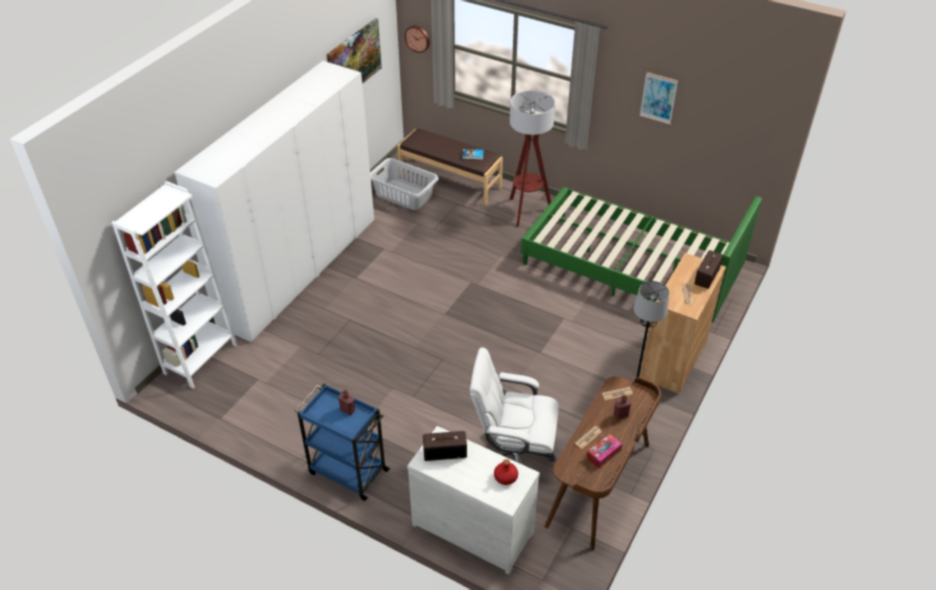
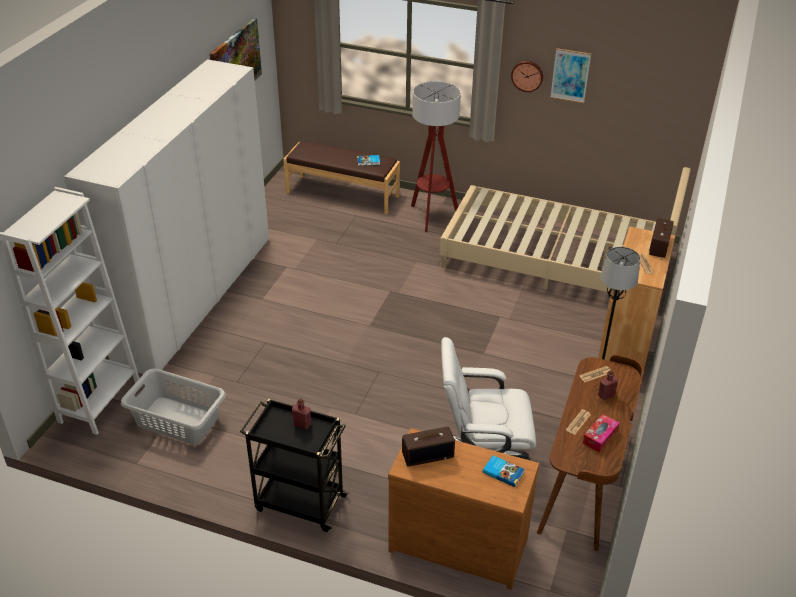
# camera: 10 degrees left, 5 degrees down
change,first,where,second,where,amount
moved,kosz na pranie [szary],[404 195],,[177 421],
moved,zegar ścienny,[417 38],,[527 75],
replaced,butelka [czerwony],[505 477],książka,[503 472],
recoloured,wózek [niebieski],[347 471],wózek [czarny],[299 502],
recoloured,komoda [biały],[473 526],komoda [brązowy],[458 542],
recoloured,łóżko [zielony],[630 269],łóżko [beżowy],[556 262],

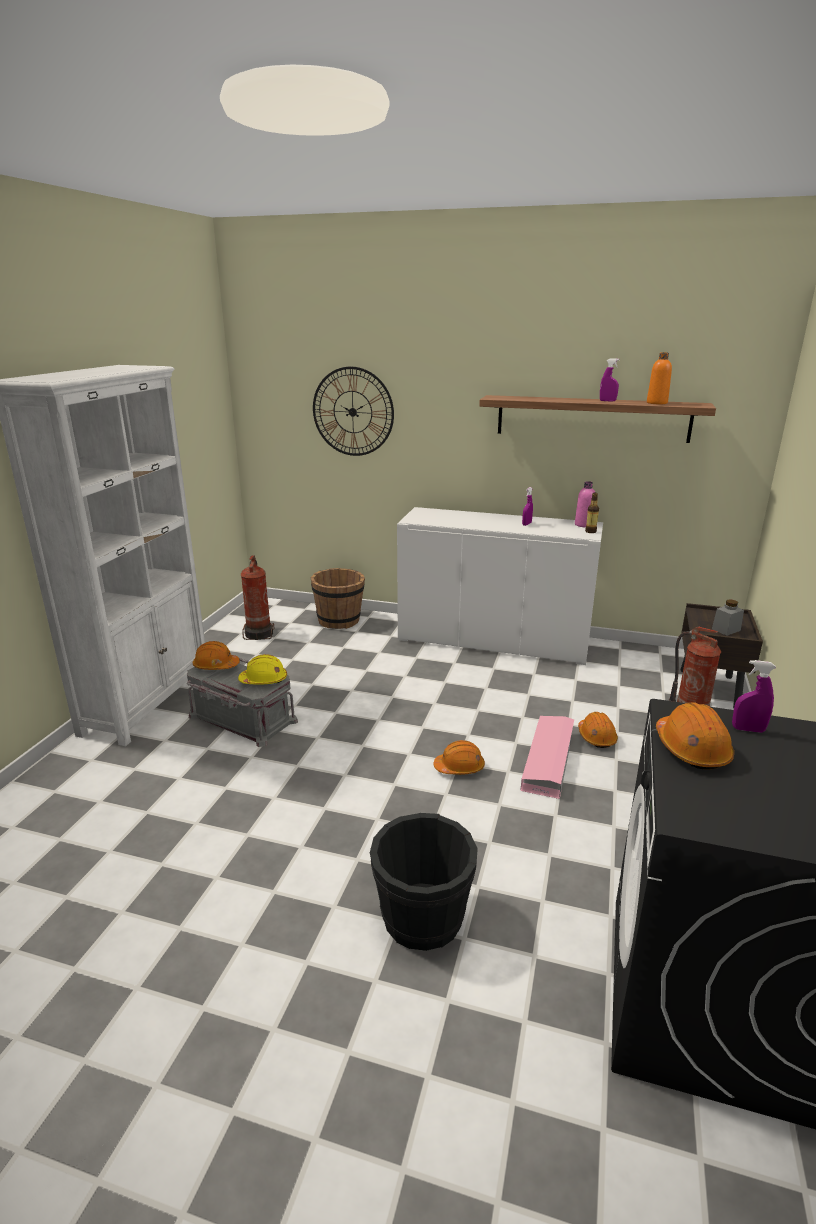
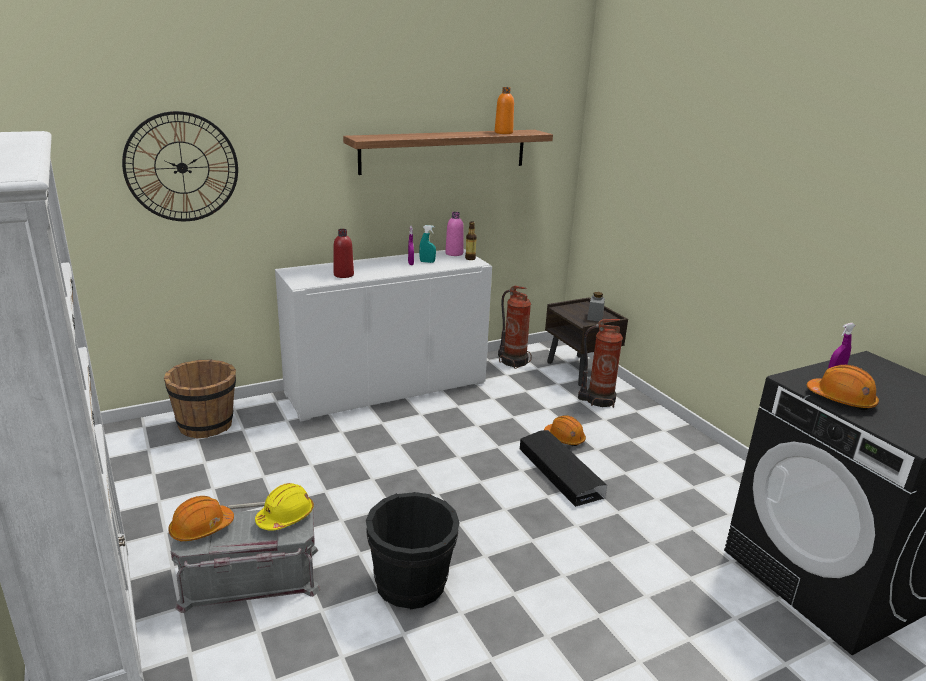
# camera: 45 degrees left, 0 degrees up
change,first,where,second,where,amount
removed,kask [pomarańczowy],[459 767],,,
removed,spryskiwacz [fioletowy],[607 401],,,
added,,,butelka [czerwony],[343 275],
added,,,spryskiwacz [turkusowy],[427 262],
moved,gaśnica,[260 634],,[513 361],
moved,wiadro [czarny],[422 919],,[411 584],
recoloured,pojemnik do przechowywania [różowy],[548 760],pojemnik do przechowywania [czarny],[560 472],

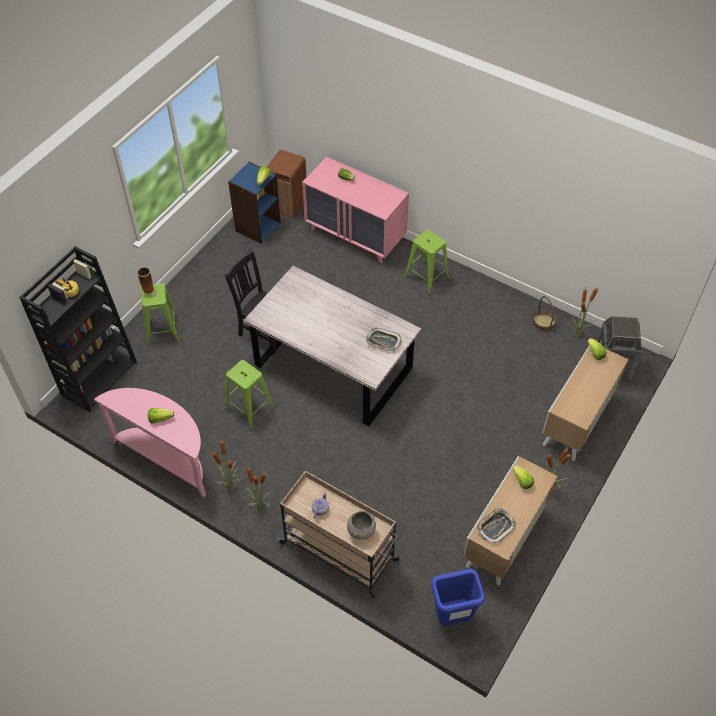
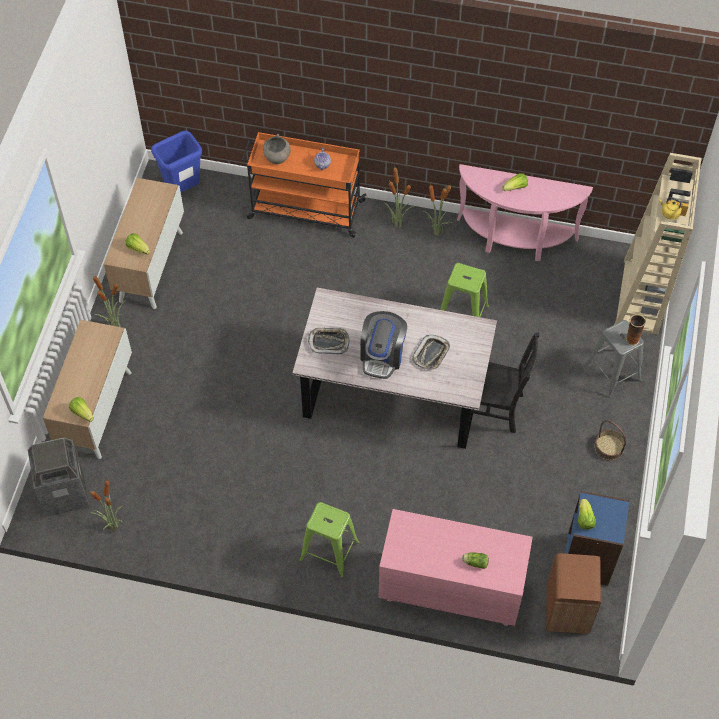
# camera: 160 degrees right, 5 degrees up
change,first,where,second,where,amount
added,,,ekspres do kawy,[382 355],
moved,taca,[495 527],,[431 354],
moved,koszyk,[543 323],,[609 447],
recoloured,regał [czarny],[99 377],regał [beżowy],[641 297],
recoloured,stołek [zielony],[162 329],stołek [szary],[612 373],
recoloured,wózek [beżowy],[340 552],wózek [pomarańczowy],[304 209],

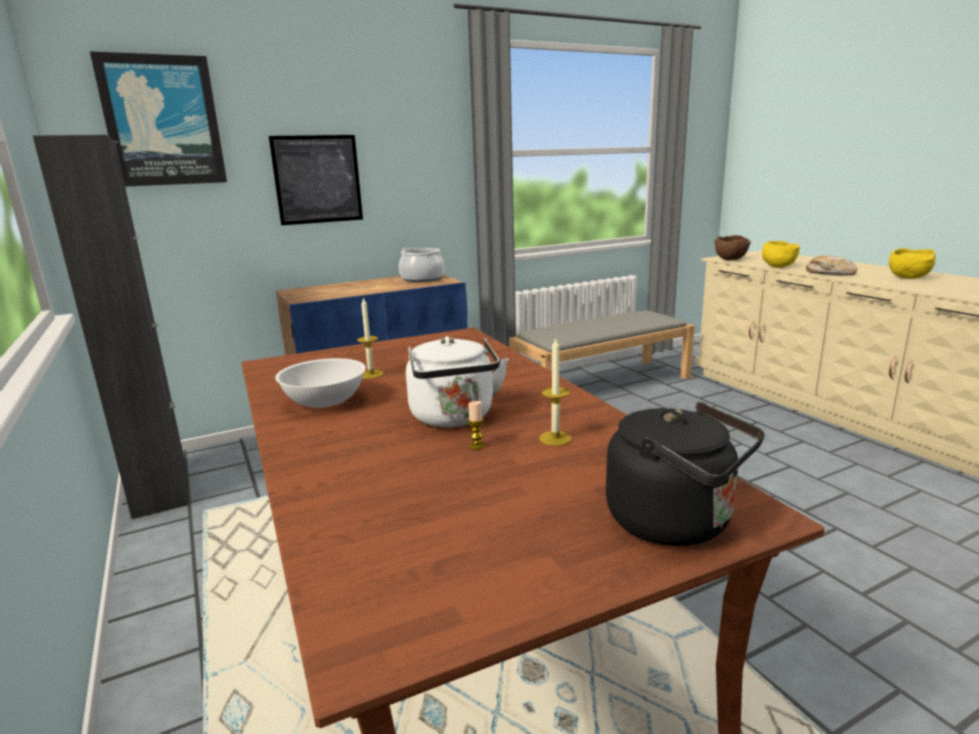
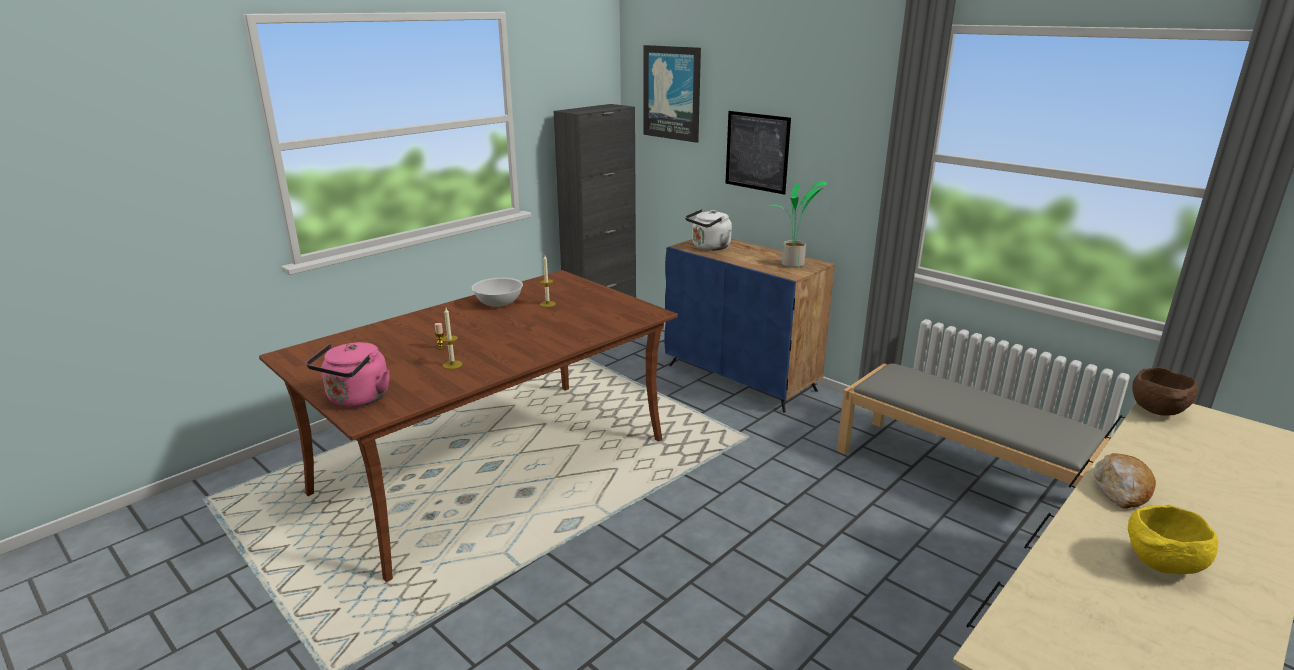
# camera: 70 degrees right, 5 degrees up
change,first,where,second,where,amount
removed,miska [żółty],[777 267],,,
moved,czajnik [biały],[454 418],,[709 247],
replaced,garnek,[422 279],roślina doniczkowa,[793 265],
recoloured,czajnik [czarny],[676 523],czajnik [różowy],[356 399],

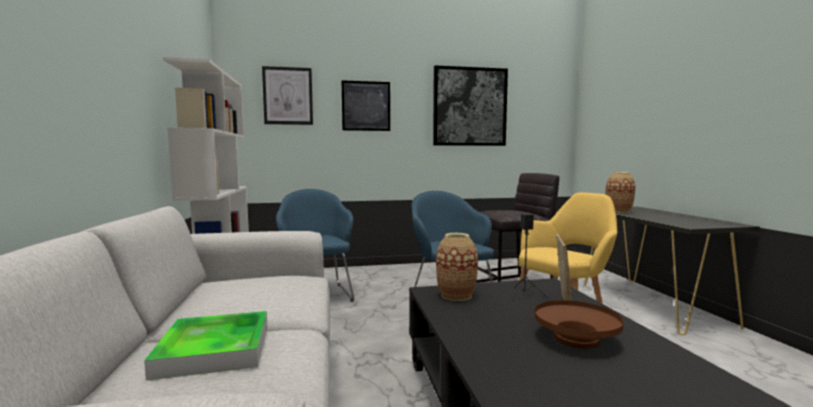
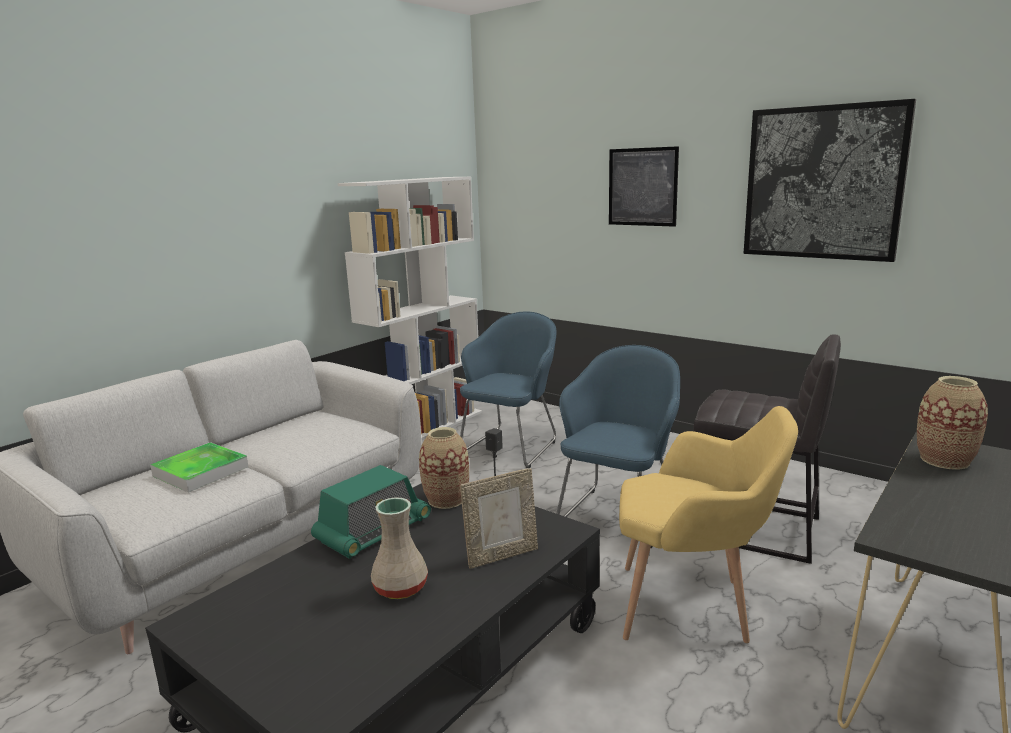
# camera: 50 degrees right, 10 degrees up
change,first,where,second,where,amount
removed,obraz,[288 96],,,
added,,,radio,[373 531],
replaced,miska [brązowy],[575 339],wazon [beżowy],[401 587],

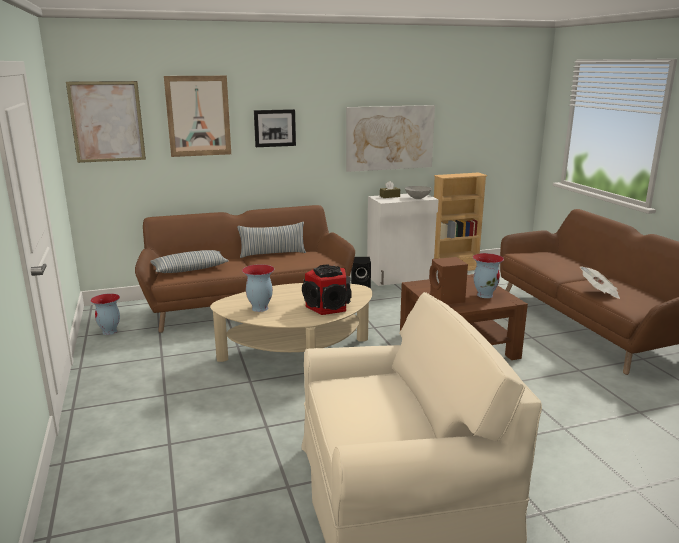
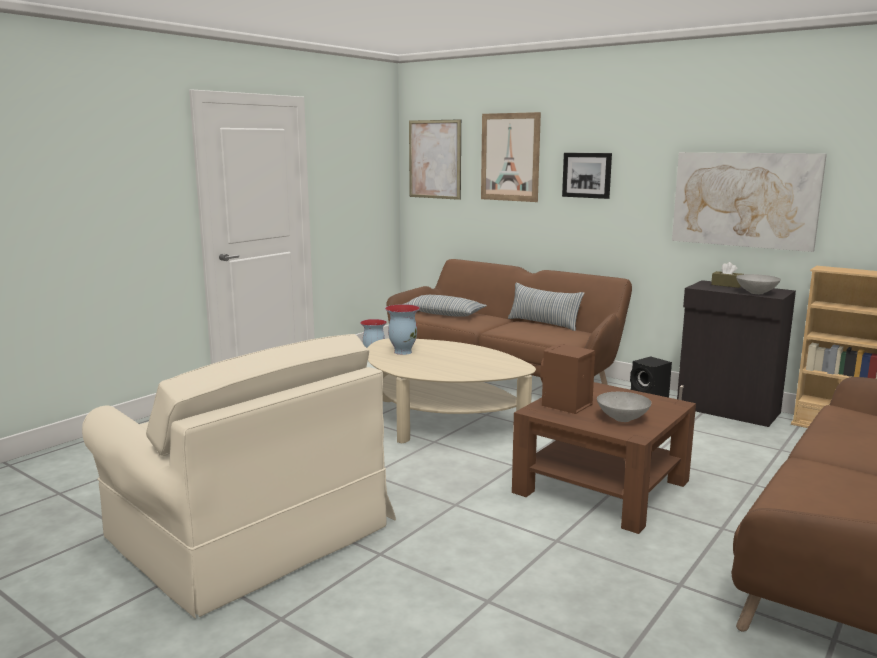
# camera: 55 degrees right, 5 degrees down
change,first,where,second,where,amount
removed,głośnik,[328 306],,,
removed,gazeta,[599 292],,,
replaced,wazon,[485 295],miska [szary],[623 419],
recoloured,szafka [biały],[400 277],szafka [czarny],[728 410],

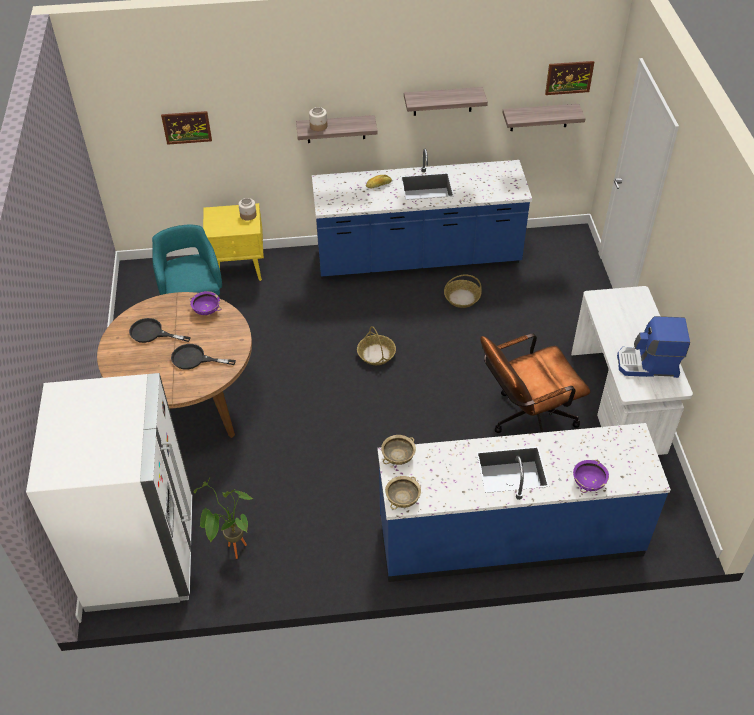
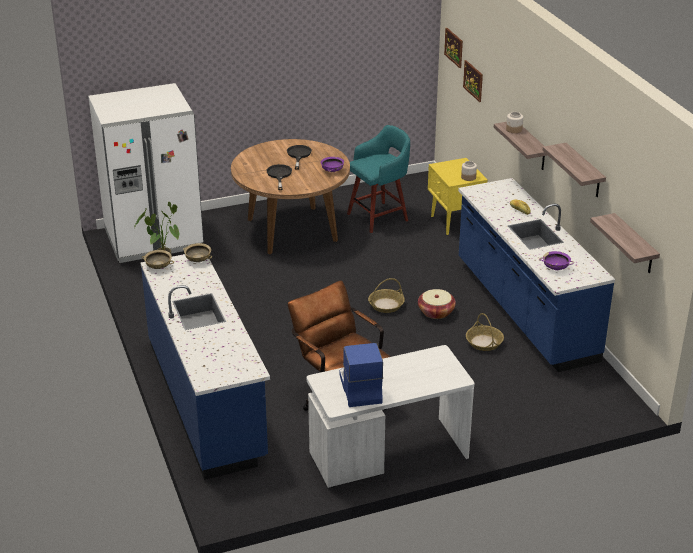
# camera: 75 degrees right, 15 degrees down
change,first,where,second,where,amount
added,,,koszyk,[436 312],
moved,obraz,[569 77],,[454 47],
moved,miska [fioletowy],[588 482],,[555 267],

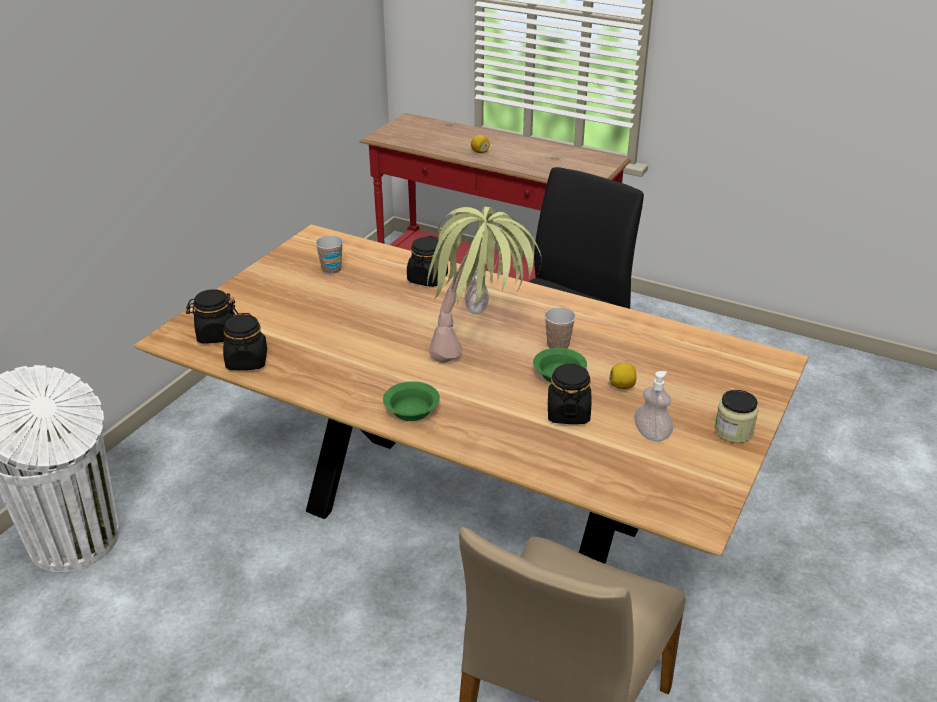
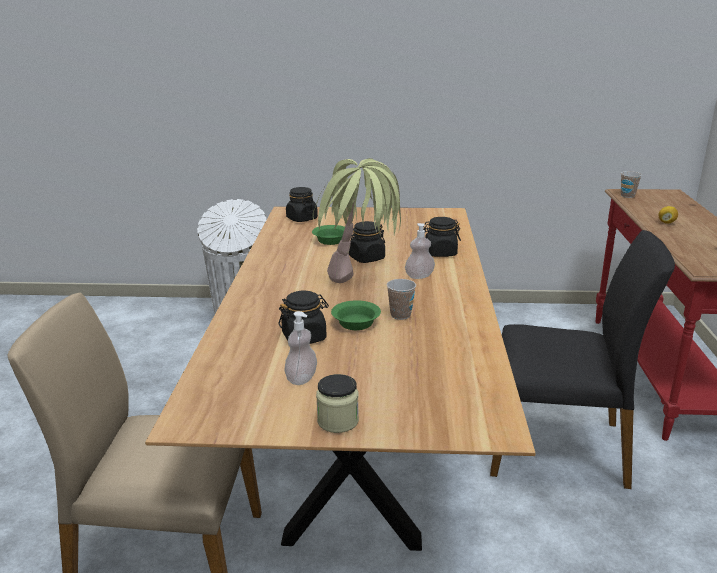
# camera: 65 degrees right, 10 degrees down
change,first,where,second,where,amount
removed,cytryna,[622 386],,,
moved,słoik [czarny],[247 361],,[366 258],
moved,filiżanka,[331 270],,[627 196],
moved,miska [zielony],[413 411],,[331 241],

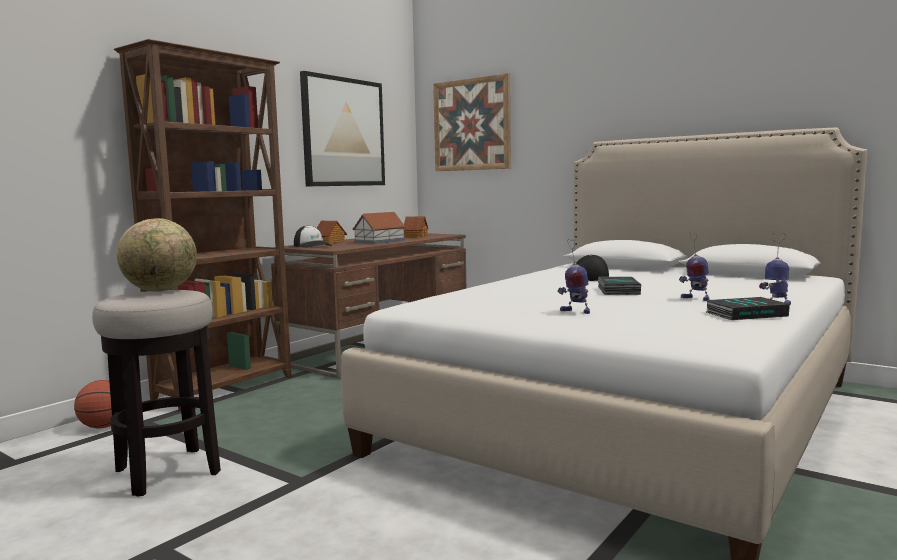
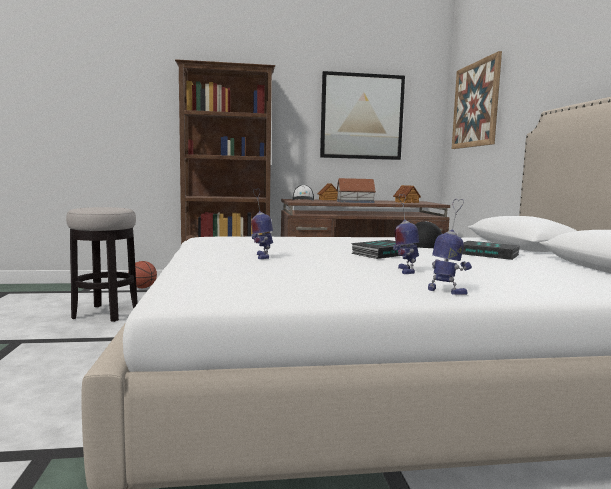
# camera: 45 degrees right, 0 degrees up
change,first,where,second,where,amount
removed,globus,[161 291],,,
moved,książka,[746 314],,[489 254],

